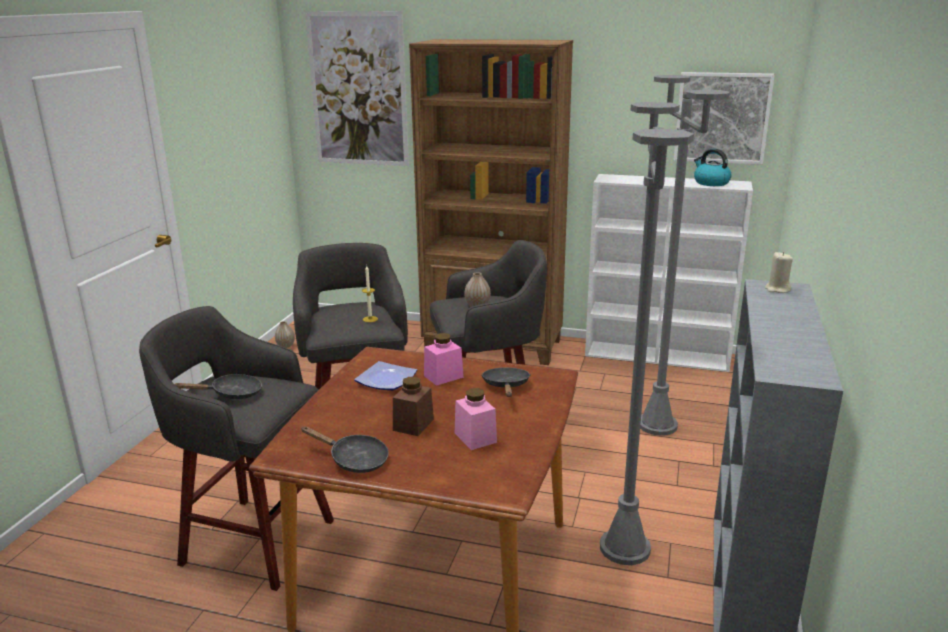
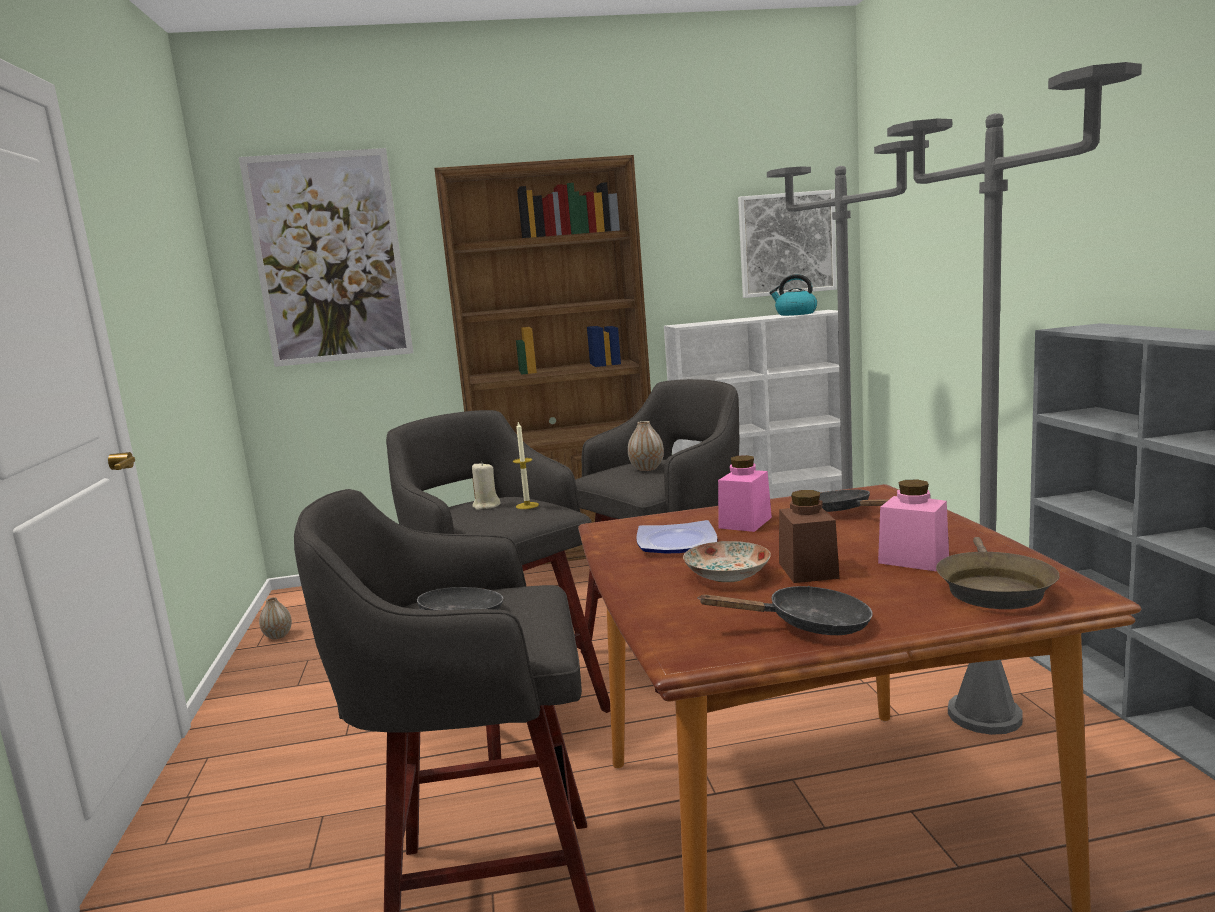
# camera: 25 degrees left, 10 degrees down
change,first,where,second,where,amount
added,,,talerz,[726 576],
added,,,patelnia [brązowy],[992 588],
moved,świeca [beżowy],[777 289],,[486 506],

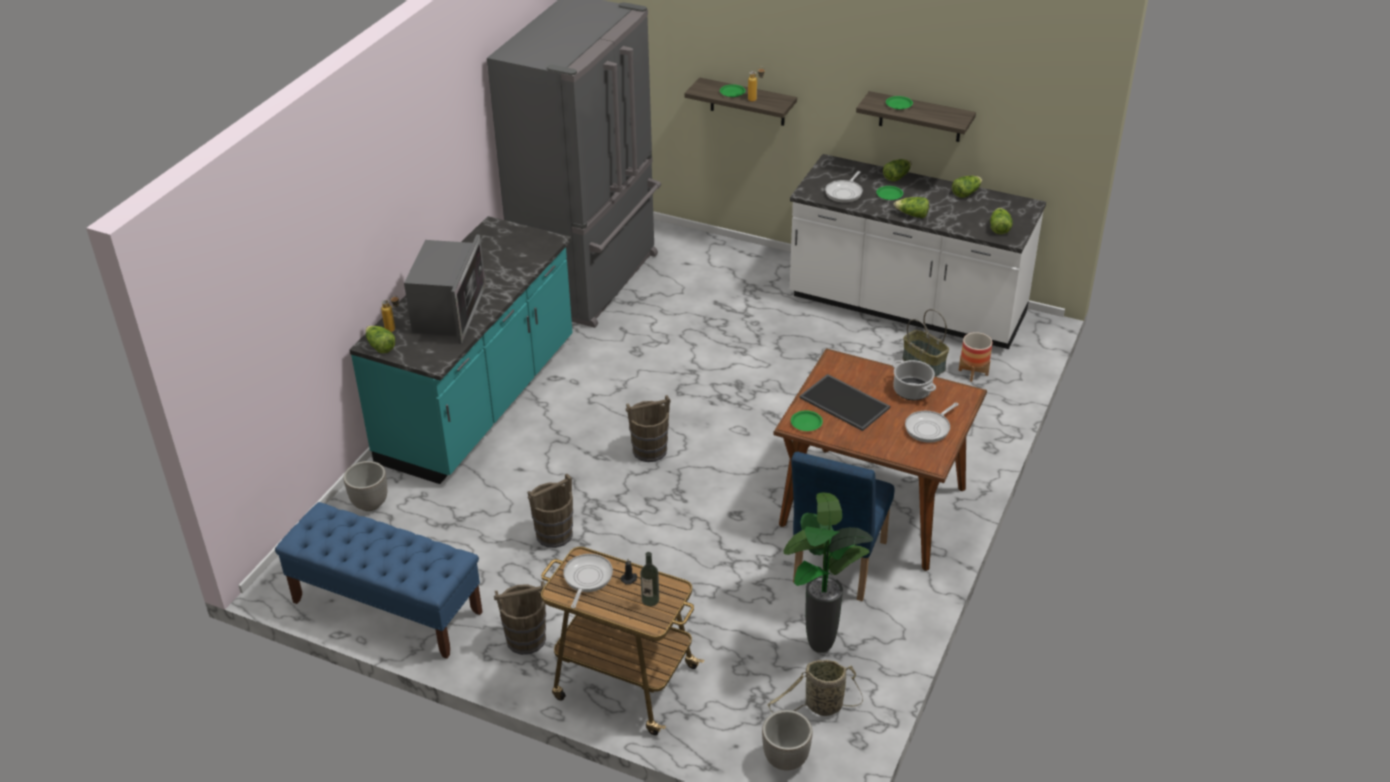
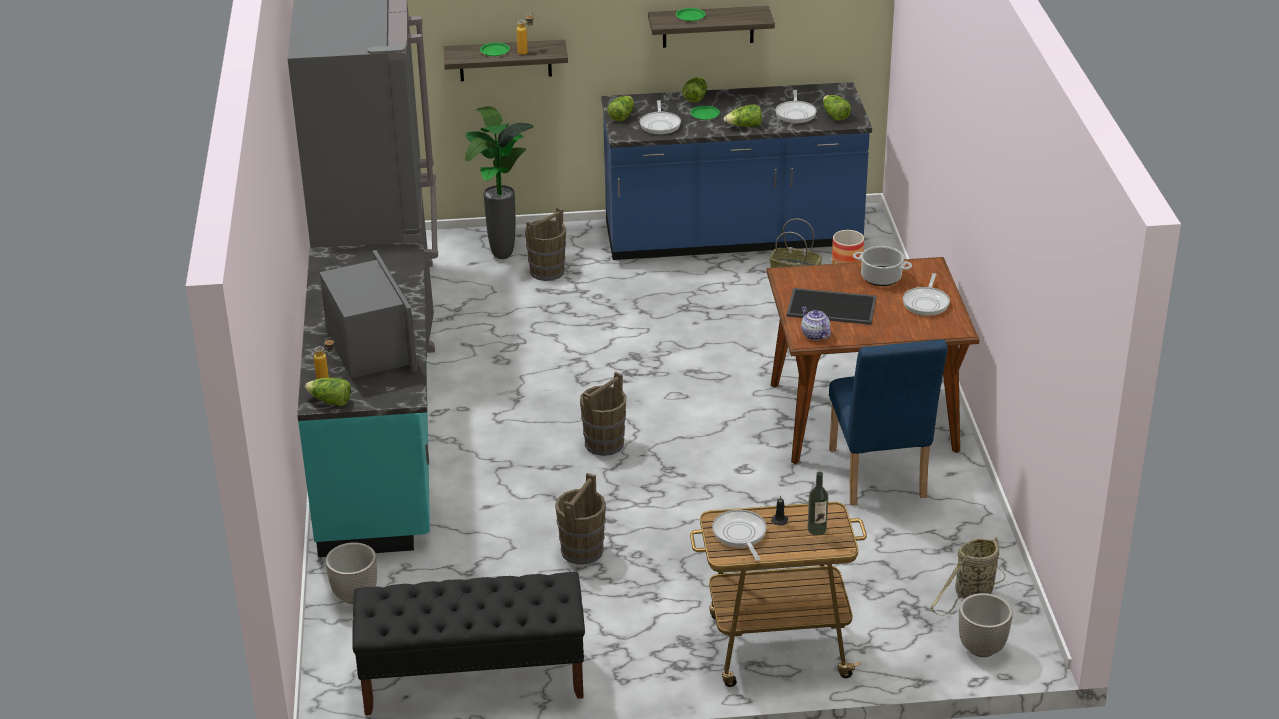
# camera: 30 degrees left, 5 degrees down
change,first,where,second,where,amount
added,,,patelnia,[796 113],
moved,wiadro [brązowy],[525 639],,[547 271],
moved,roślina doniczkowa,[818 648],,[502 257],
moved,sałata,[966 193],,[621 116],
replaced,talerz [zielony],[806 423],imbryk,[814 334],
recoloured,ławka [niebieski],[386 607],ławka [czarny],[472 679],
recoloured,zabudowa kuchenna [biały],[906 307],zabudowa kuchenna [niebieski],[732 237],

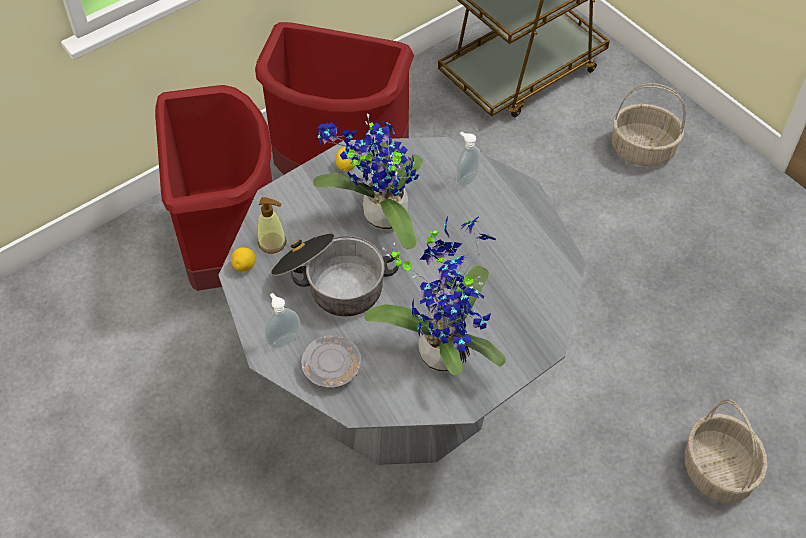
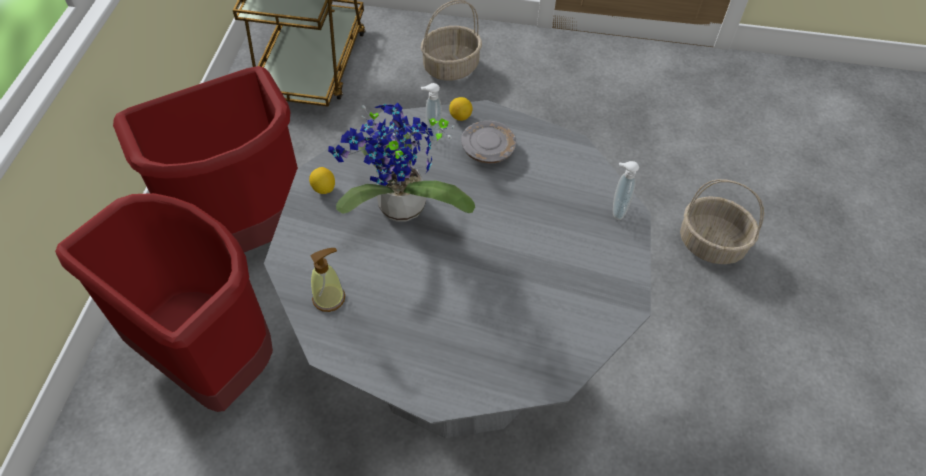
# camera: 45 degrees left, 0 degrees up
change,first,where,second,where,amount
removed,garnek,[331 282],,,
removed,roślina doniczkowa,[444 348],,,
moved,cytryna,[244 266],,[460 116],
moved,dozownik mydła,[283 339],,[617 209],
moved,talerz [szary],[332 367],,[488 149],

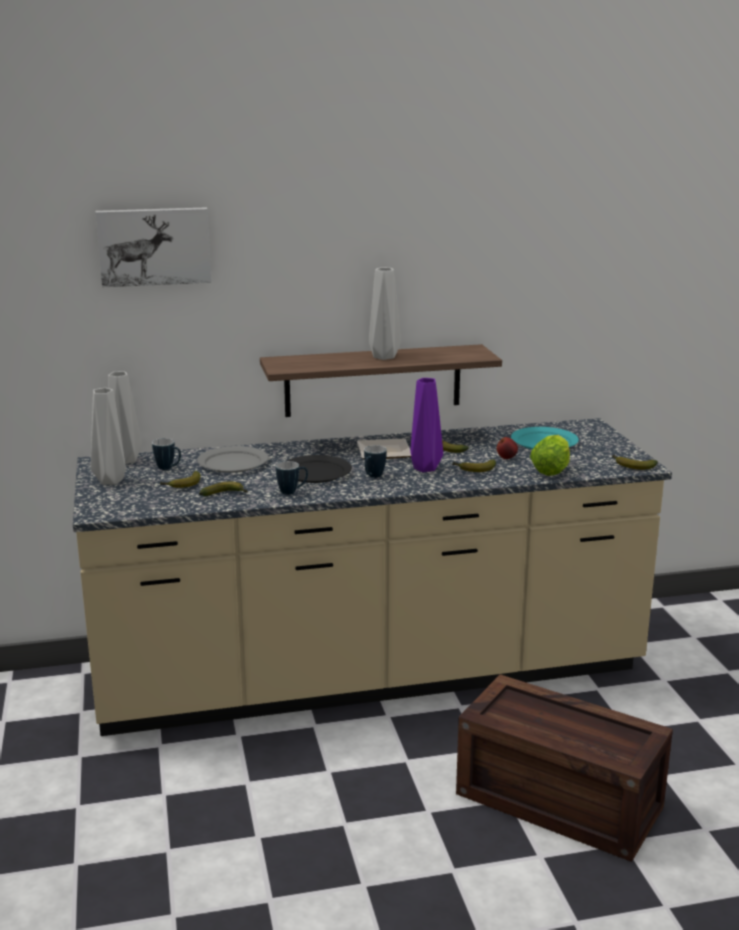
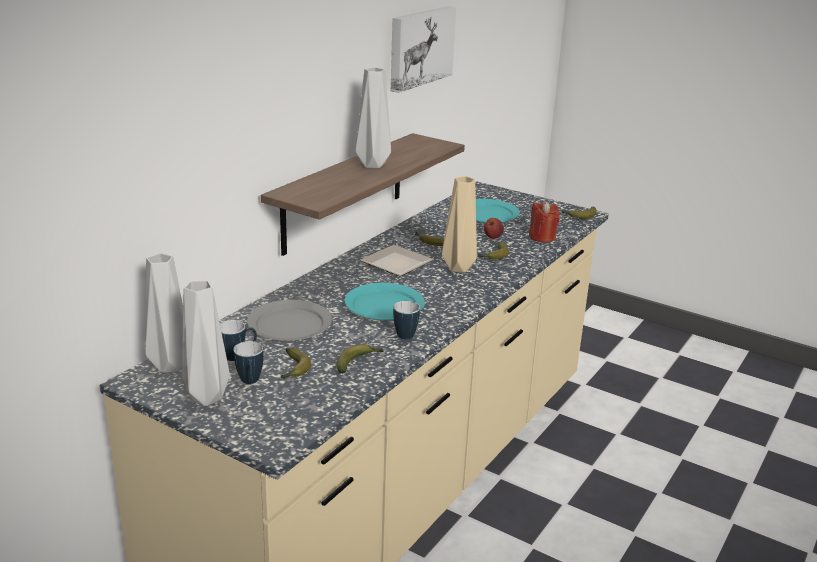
# camera: 45 degrees left, 5 degrees up
change,first,where,second,where,amount
removed,skrzynka,[562 800],,,
moved,obraz,[154 246],,[419 47],
moved,kubek,[373 477],,[250 383],
replaced,sałata,[552 470],świeca [czerwony],[542 237],
recoloured,talerz [czarny],[315 472],talerz [turkusowy],[384 305],
recoloured,wazon [fioletowy],[423 468],wazon [beżowy],[457 268],

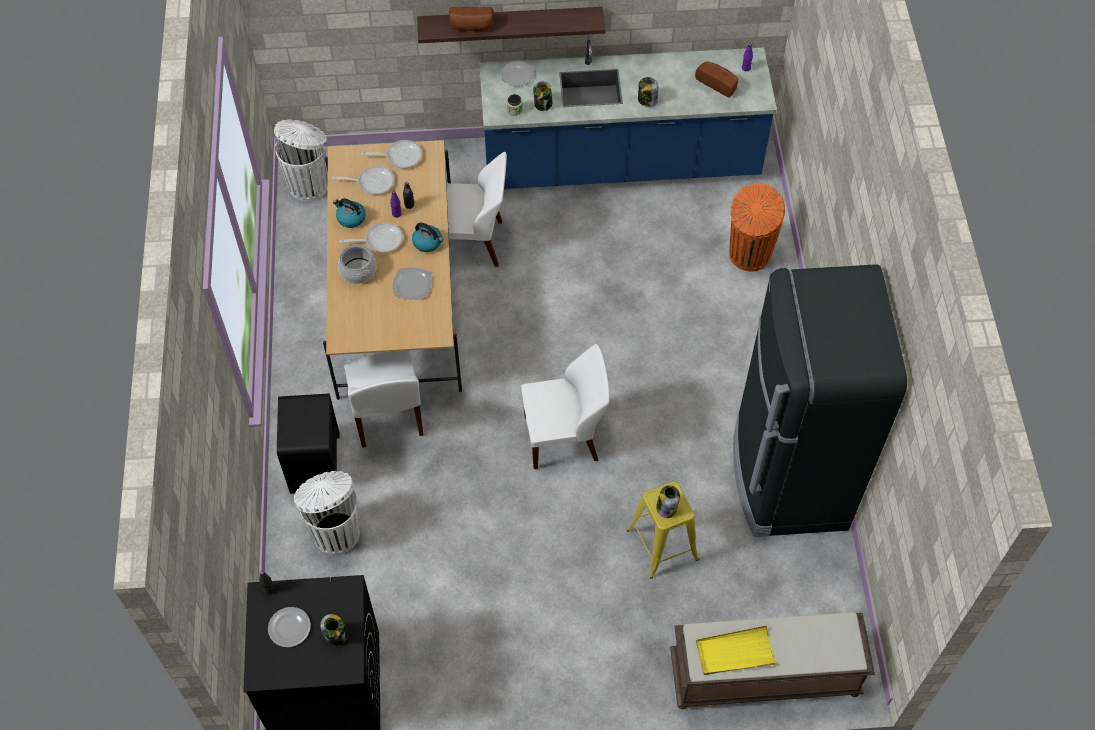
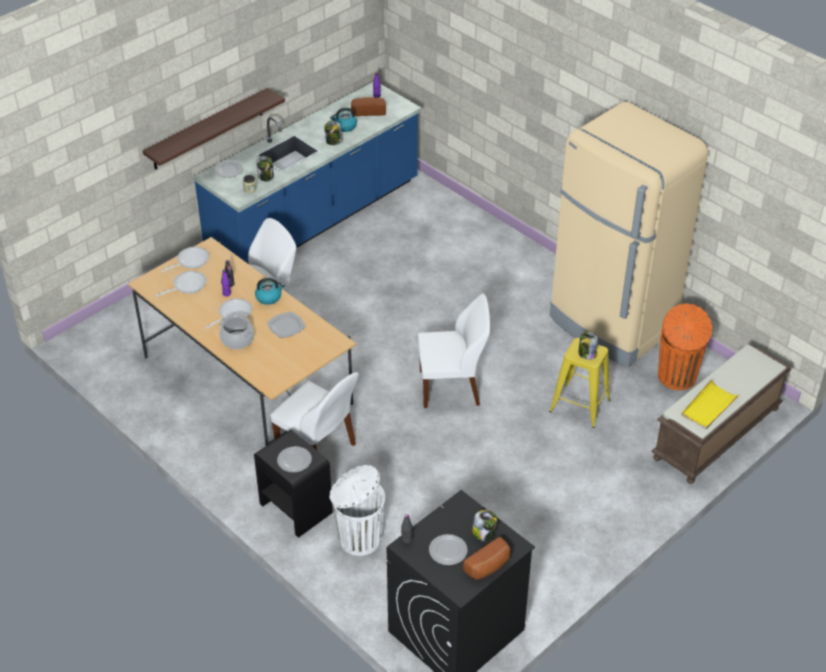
# camera: 40 degrees left, 15 degrees down
change,first,where,second,where,amount
removed,kosz na śmieci [biały],[309 184],,,
added,,,talerz,[294 460],
moved,czajnik,[350 218],,[345 127],
moved,chleb,[471 27],,[489 567],
moved,kosz na śmieci [pomarańczowy],[749 255],,[677 377],
recoloured,lodówka [czarny],[788 477],lodówka [beżowy],[611 324],
turned,krzesło [biały],[563 438],,[451 388],45 degrees clockwise

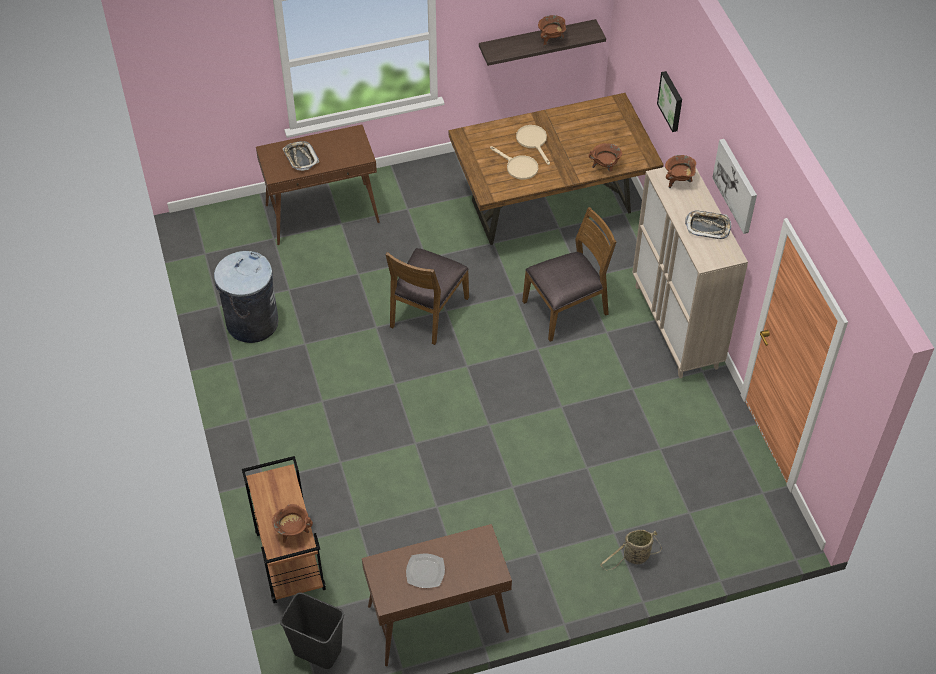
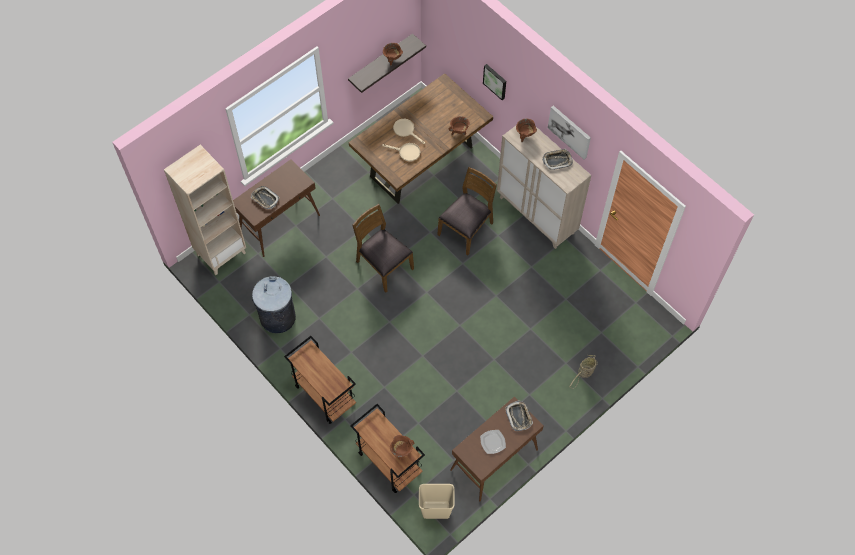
# camera: 25 degrees left, 10 degrees up
change,first,where,second,where,amount
added,,,regał [beżowy],[221 253],
added,,,wózek [brązowy],[324 394],
added,,,taca,[519 416],
recoloured,kosz na śmieci [czarny],[317 651],kosz na śmieci [beżowy],[436 510],
turned,krzesło [brązowy],[427 312],,[383 265],135 degrees clockwise

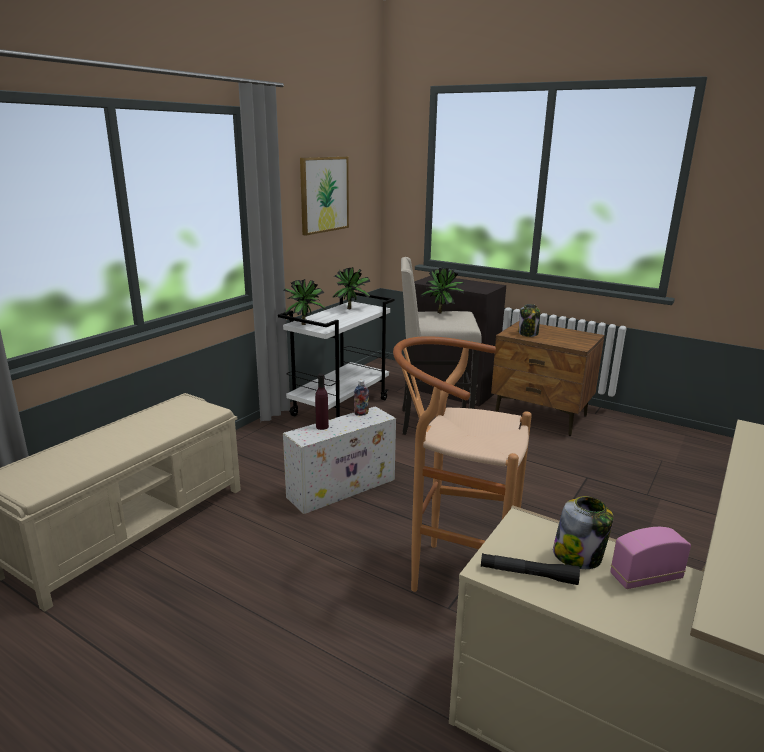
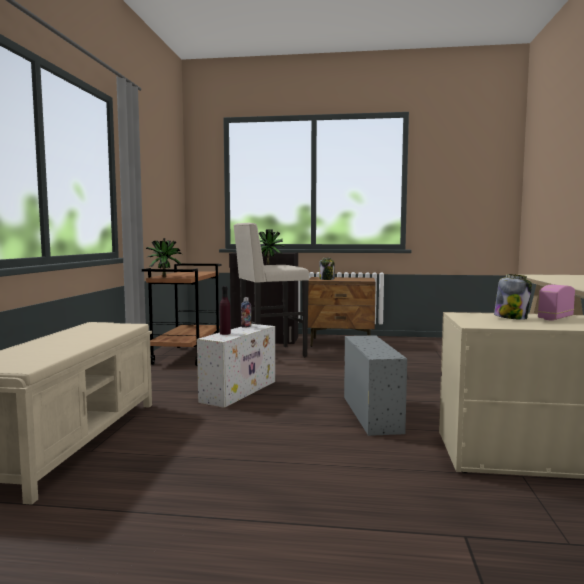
# camera: 25 degrees left, 15 degrees down
change,first,where,second,where,amount
removed,obraz,[324 194],,,
removed,roślina doniczkowa,[351 308],,,
removed,latarka [czarny],[528 574],,,
replaced,stołek [brązowy],[452 573],pojemnik do przechowywania [szary],[371 413],
recoloured,wózek [biały],[340 407],wózek [brązowy],[187 356],

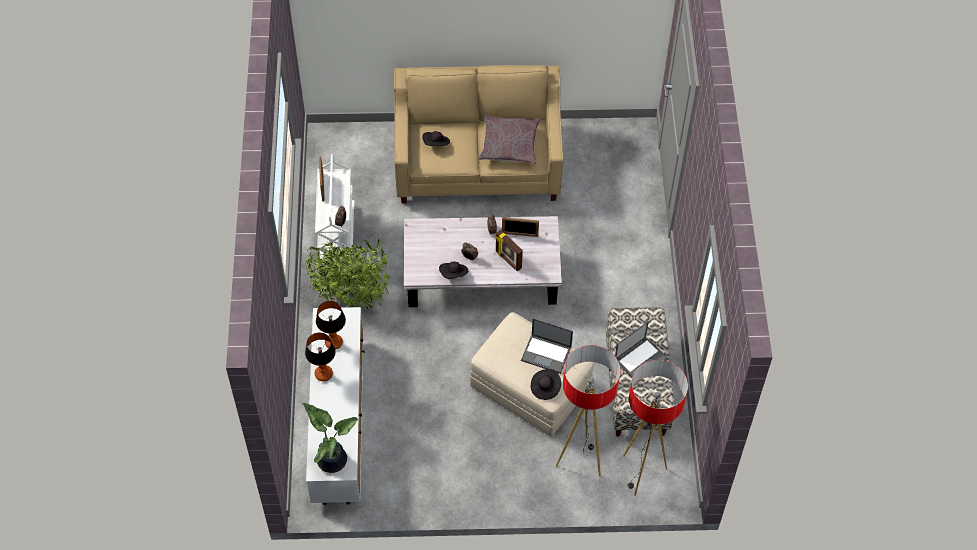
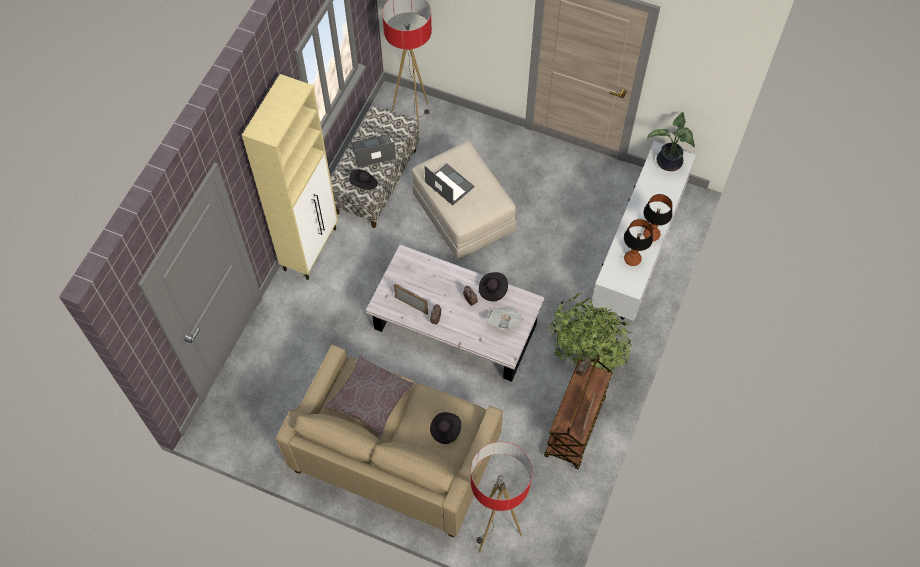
# camera: 155 degrees left, 5 degrees up
change,first,where,second,where,amount
removed,ramka na zdjęcie,[508 260],,,
added,,,szafka [beżowy],[311 248],
added,,,gazeta,[505 321],
moved,kapelusz [czarny],[545 388],,[364 184],
moved,lampa stojąca,[581 459],,[495 531],
recoloured,wózek [biały],[337 237],wózek [brązowy],[575 427],

